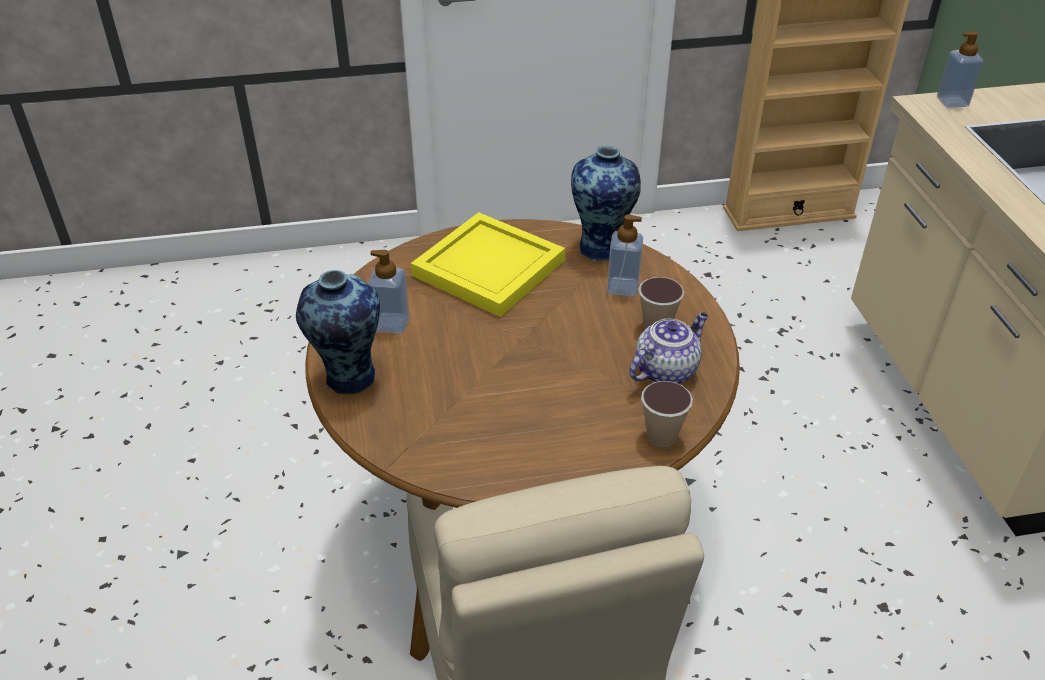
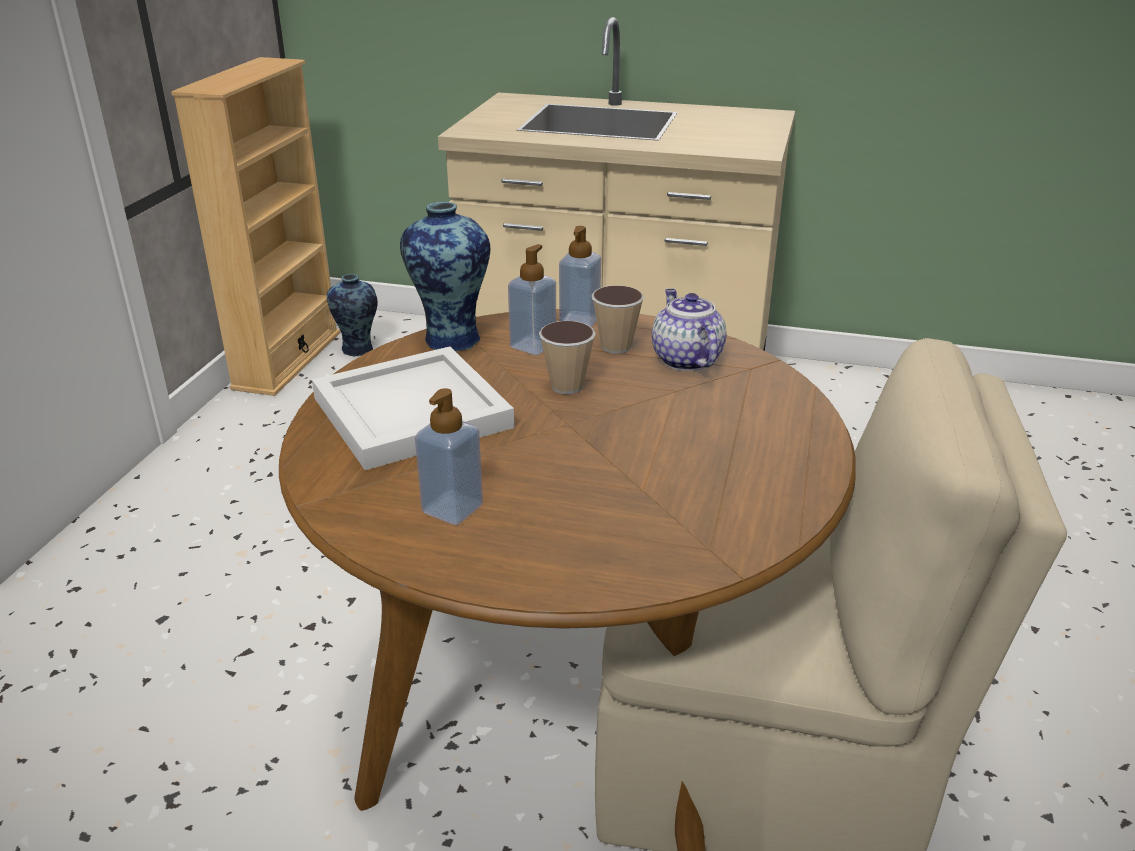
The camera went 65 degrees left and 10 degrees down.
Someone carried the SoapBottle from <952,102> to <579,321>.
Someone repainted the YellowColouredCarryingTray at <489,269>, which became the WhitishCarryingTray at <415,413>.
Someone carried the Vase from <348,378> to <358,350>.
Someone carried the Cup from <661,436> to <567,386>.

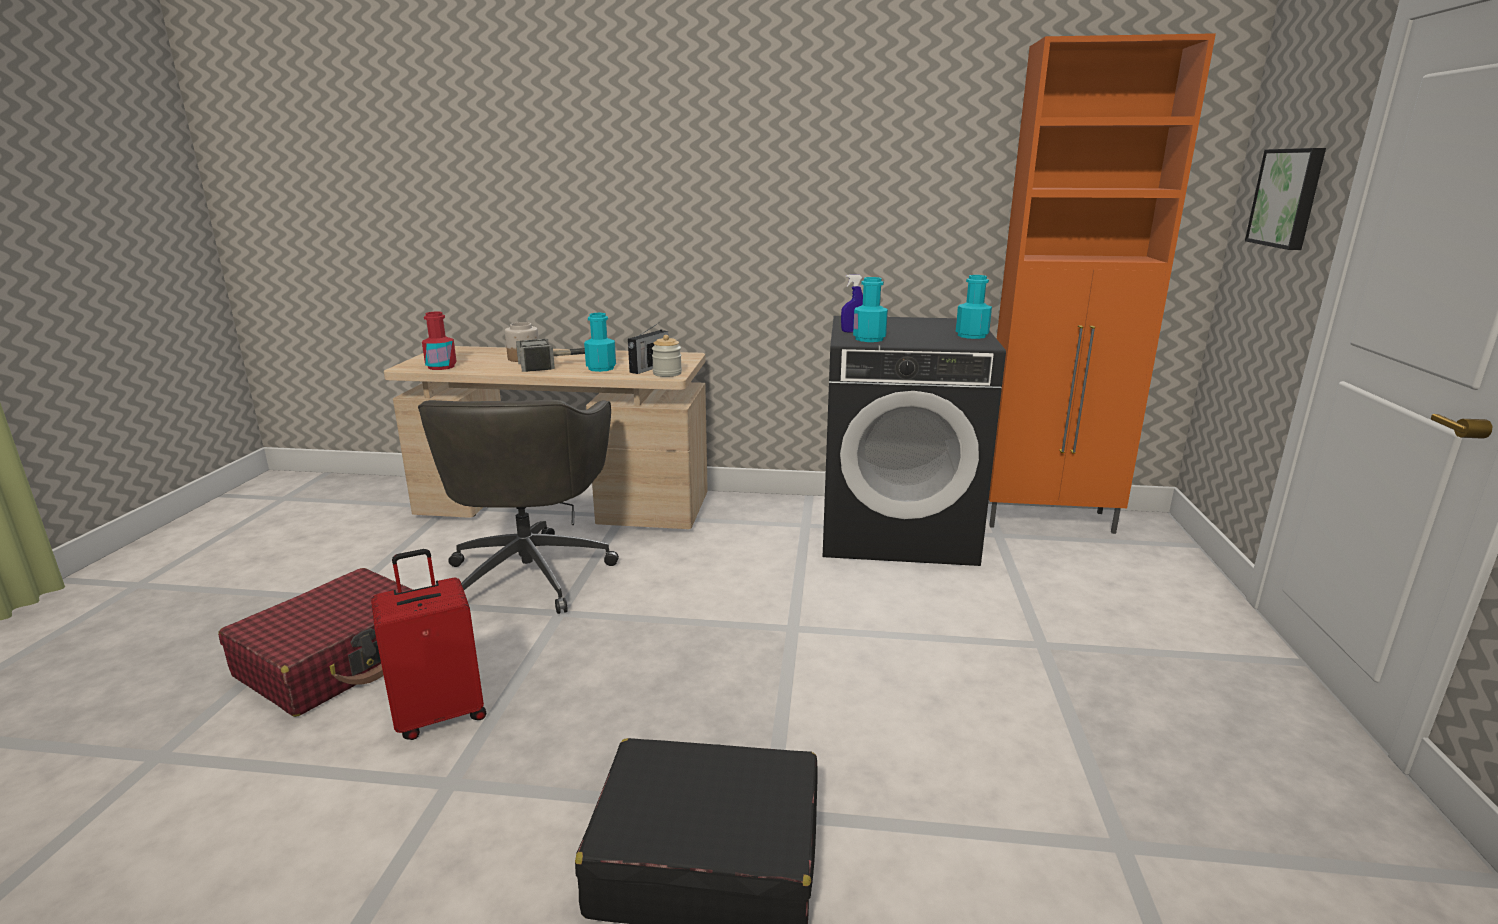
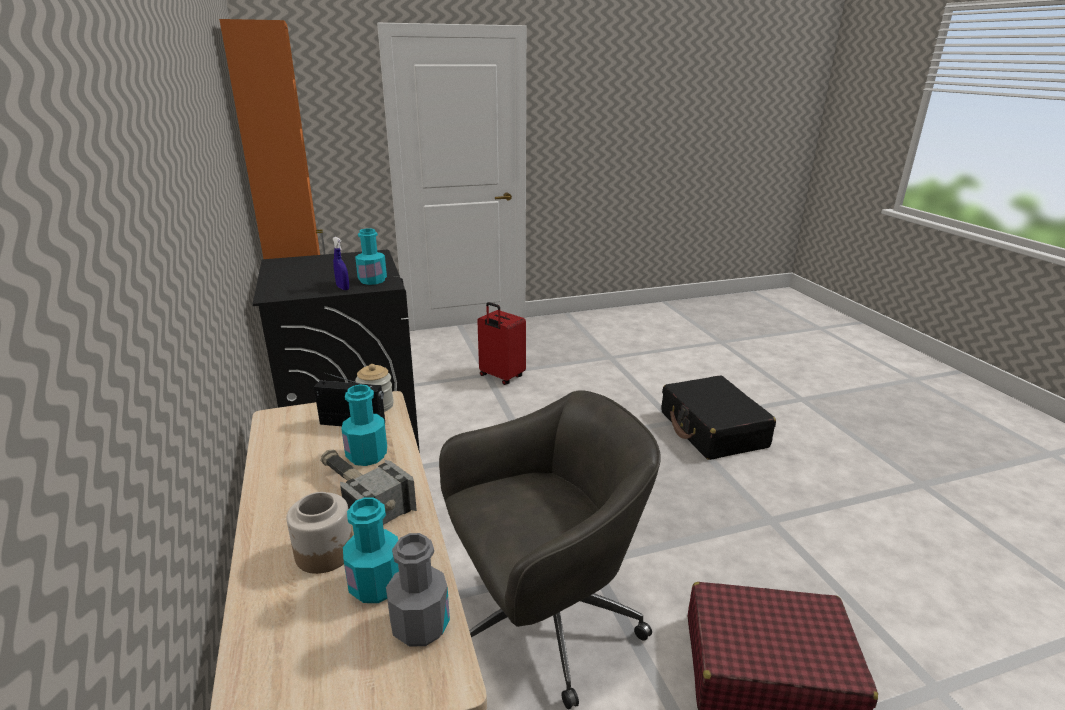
The camera went 115 degrees left and 5 degrees up.
Someone took away the Picture at <1288,198>.
Someone carried the TurquoiseColouredBeverageBottle from <971,335> to <376,585>.
Someone repainted the ReddishBeverageBottle at <441,367>, which became the GrayBeverageBottle at <420,626>.
Someone carried the ReddishTravelCase from <440,714> to <501,377>.

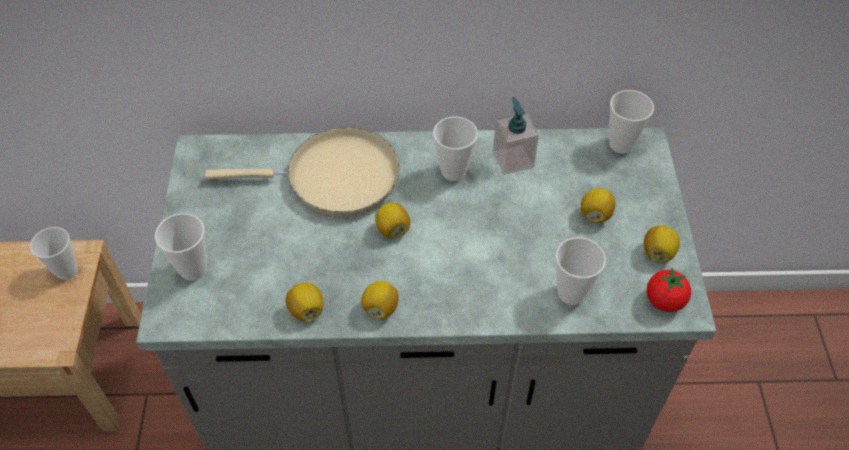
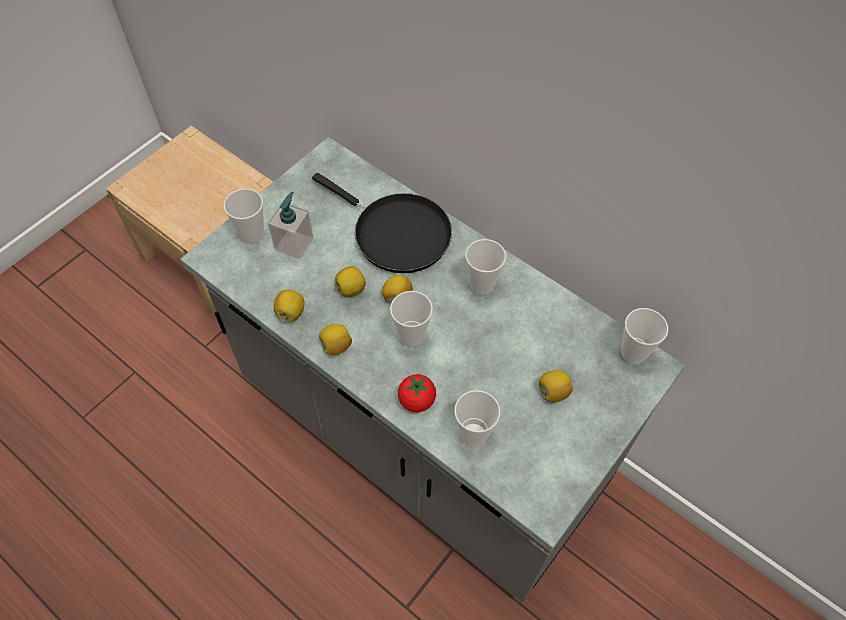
The camera went 40 degrees right and 5 degrees up.
Someone carried the SoapBottle from <512,159> to <294,243>.
Someone repainted the BeigePan at <334,177>, which became the BlackishPan at <396,233>.
Someone carried the CitrusFruit from <658,253> to <351,289>.
Someone carried the Cup from <66,270> to <411,337>.
Someone carried the Tomato from <664,301> to <417,400>.

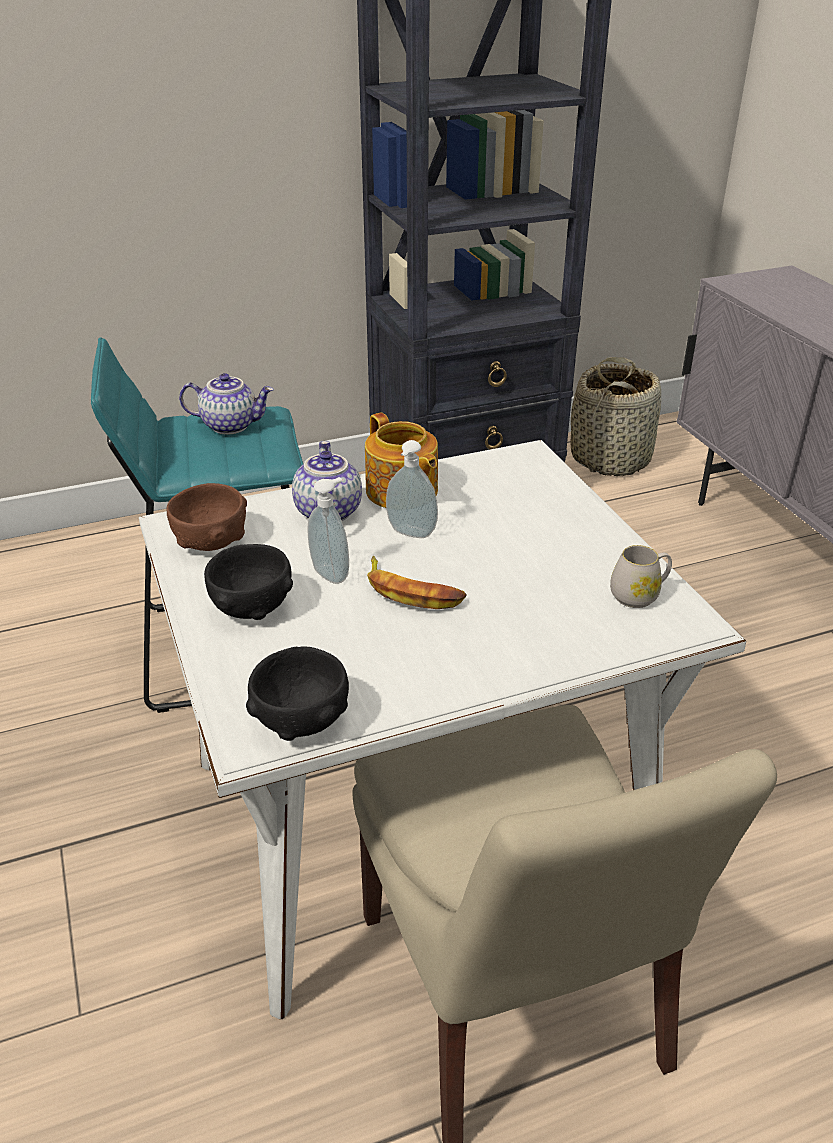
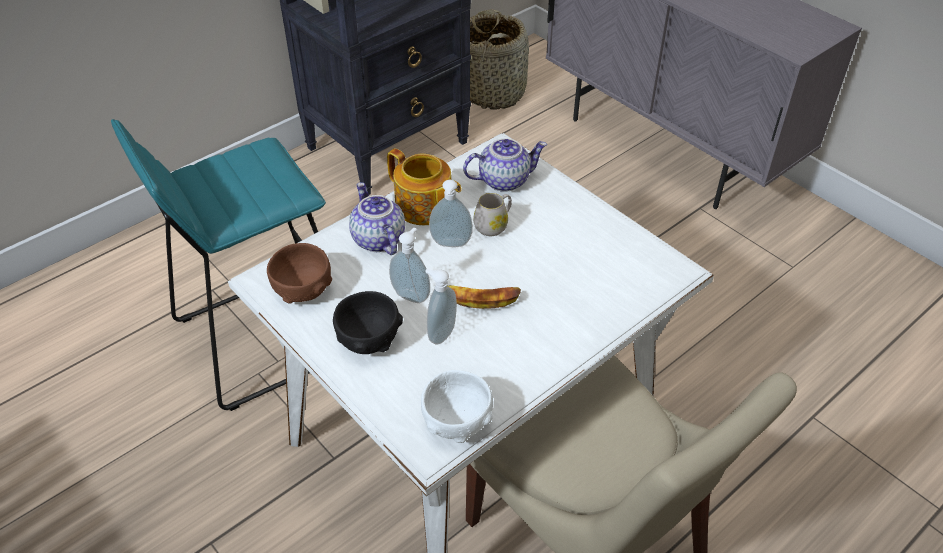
The camera went 20 degrees left and 10 degrees up.
Someone carried the PotForTea from <231,425> to <504,180>.
Someone carried the WhitishTeaMug from <639,595> to <494,225>.
Someone repainted the BlackishServingBowl at <302,720>, which became the WhitishServingBowl at <457,422>.
Someone put down the SoapBottle at <440,333>.

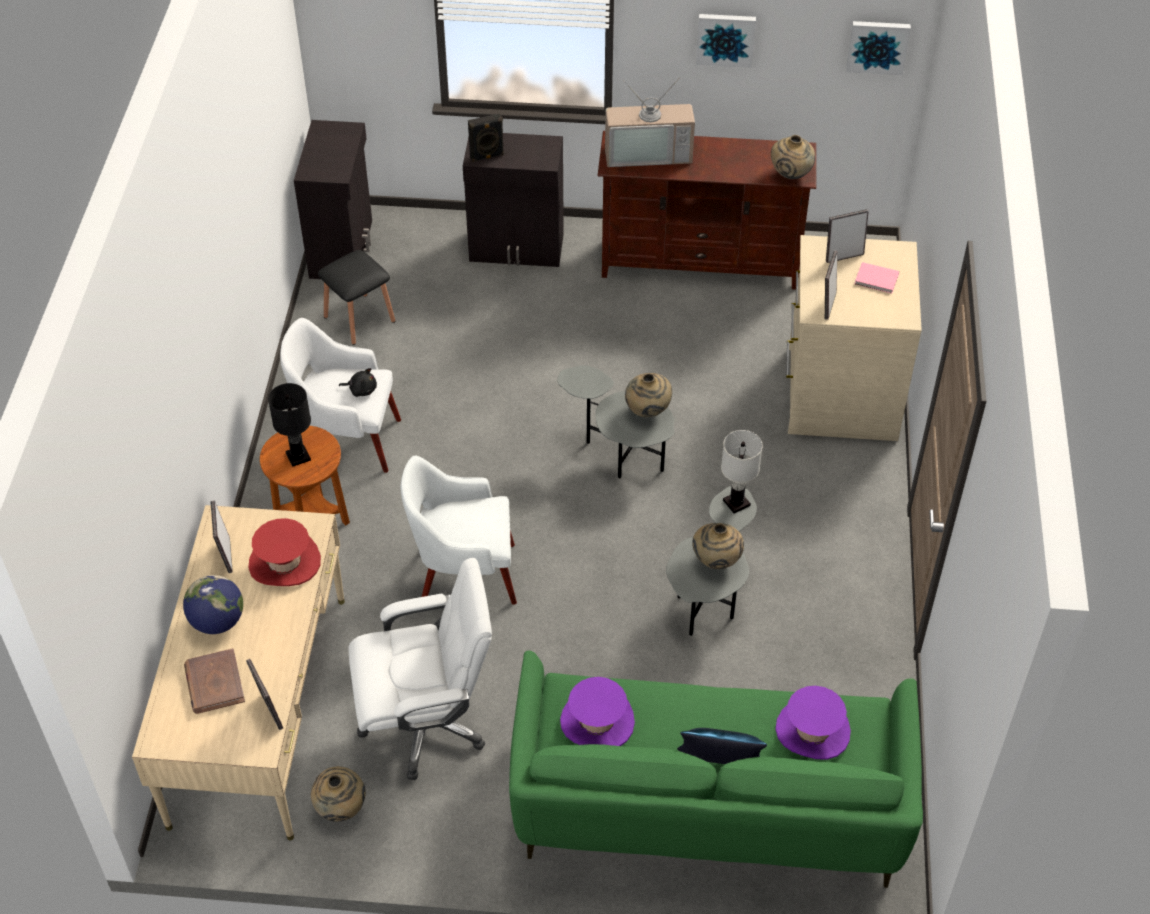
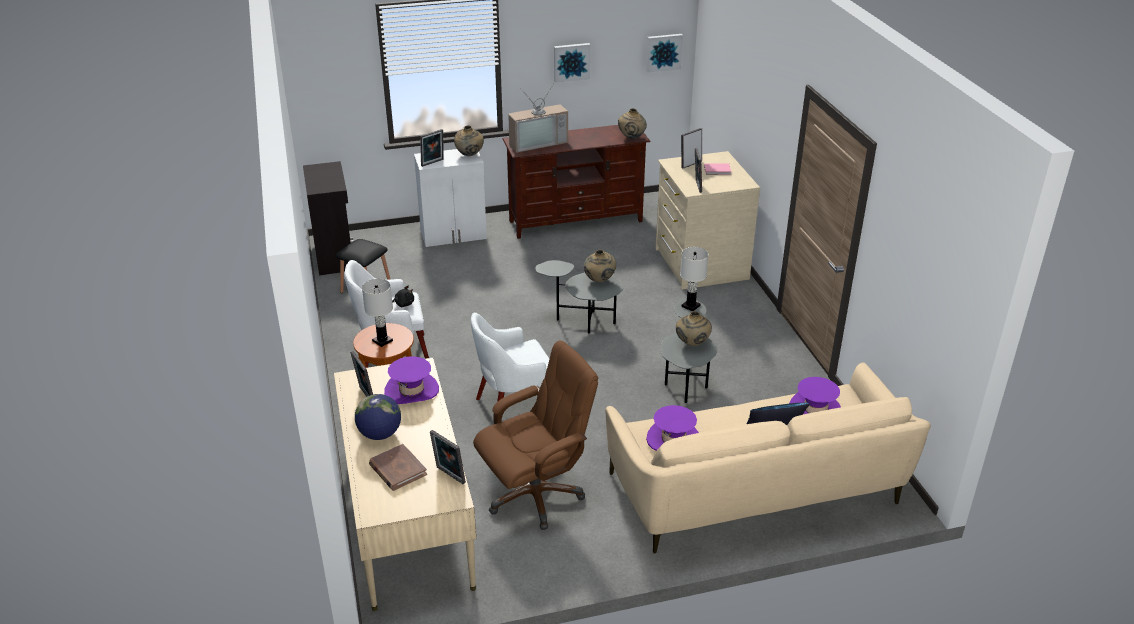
The camera went 20 degrees left and 15 degrees down.
Someone swapped the BlackishLoudspeaker at <487,157> for the StandingFrame at <433,163>.
Someone repainted the BlackishCabinet at <517,249>, which became the WhitishCabinet at <454,235>.
Someone repainted the BlackishTableLamp at <298,456>, which became the WhitishTableLamp at <382,340>.
Someone repainted the ReddishClothingHat at <284,562>, which became the PurpleColouredClothingHat at <411,390>.
Someone repainted the WhitishOfficeChair at <426,723>, which became the BrownOfficeChair at <536,494>.
Someone repainted the GreenSofa at <708,807>, which became the BeigeSofa at <756,491>.
Someone carried the BeigeVase from <341,809> to <469,155>.

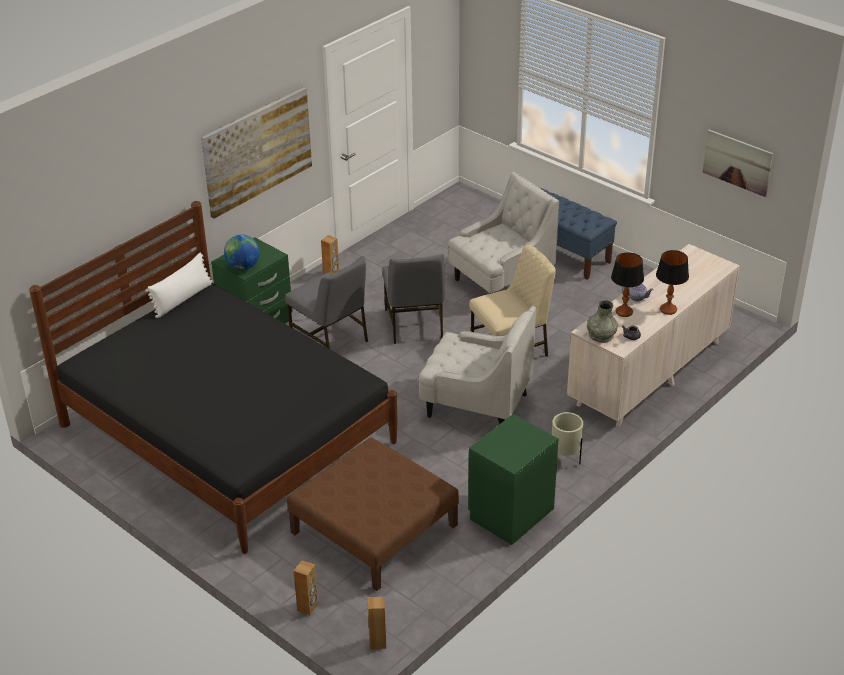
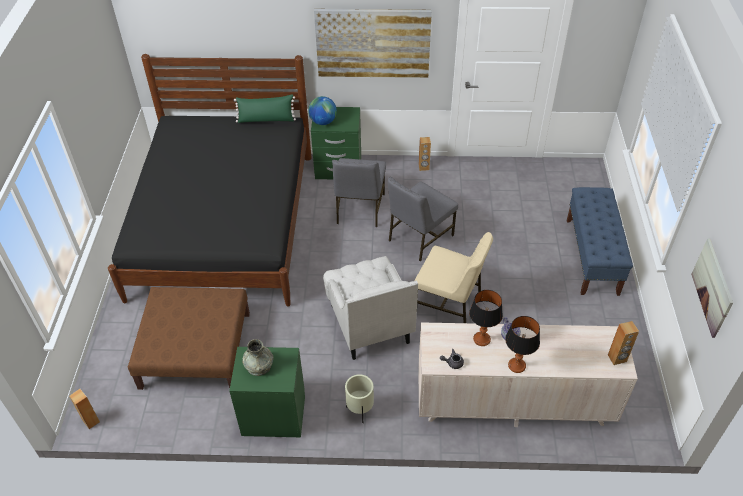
The camera went 50 degrees right and 10 degrees up.
Someone took away the WhitishEasyChair at <501,281>.
Someone repainted the WhitishPillow at <182,299>, which became the GreenPillow at <266,120>.
Someone carried the GrayVase from <601,335> to <259,365>.
Someone carried the BrownLoudspeaker from <308,607> to <617,358>.

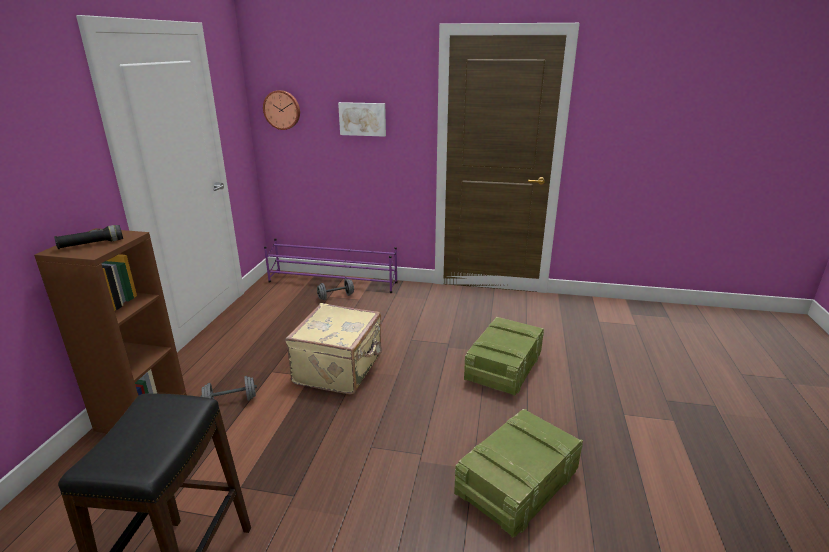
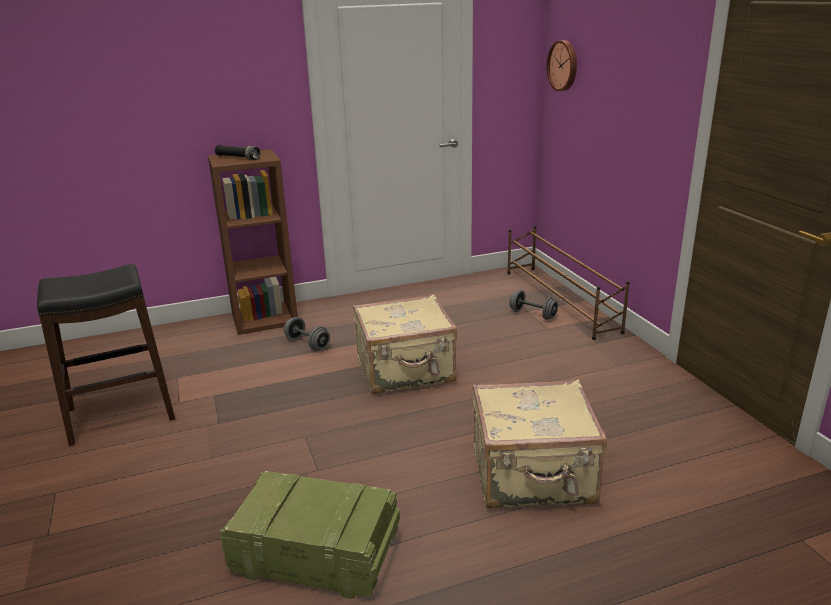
The camera went 60 degrees right and 0 degrees up.
Someone took away the Picture at <363,119>.
Someone repainted the PurpleColouredShoeStand at <333,282>, which became the BrownShoeStand at <560,301>.
Someone swapped the ShippingCrate at <504,368> for the BeigeTravelCase at <533,477>.

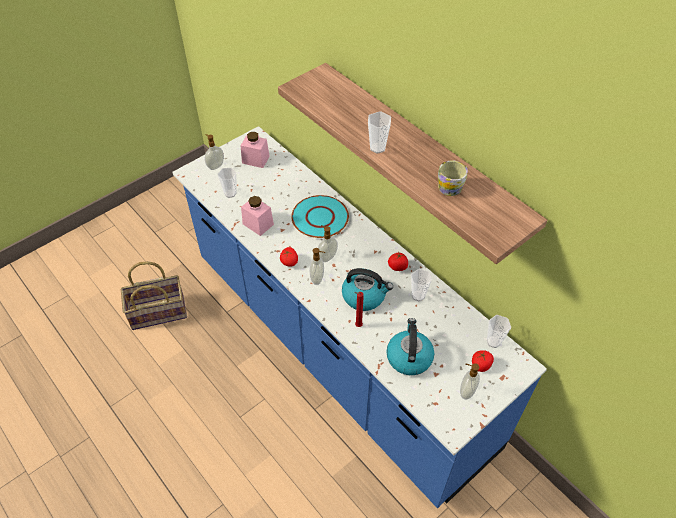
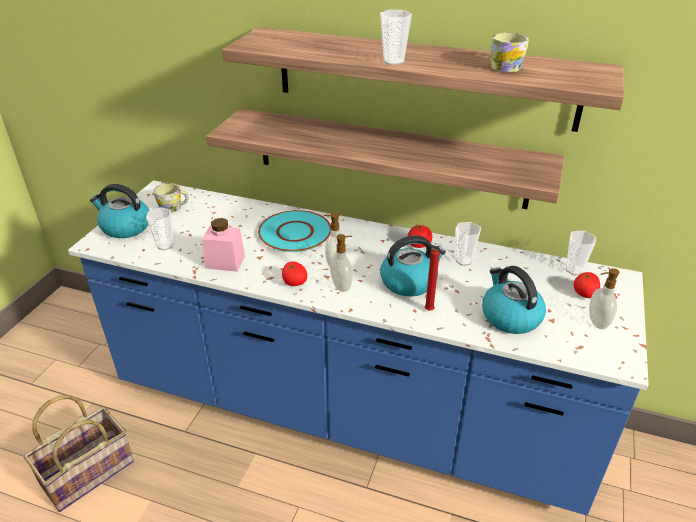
The camera went 30 degrees left and 15 degrees down.
Someone swapped the PinkColouredStorageJar at <255,159> for the TeaMug at <173,207>.
Someone swapped the SoapBottle at <215,166> for the Kettle at <125,227>.
Someone put up the BracketShelf at <389,158>.

